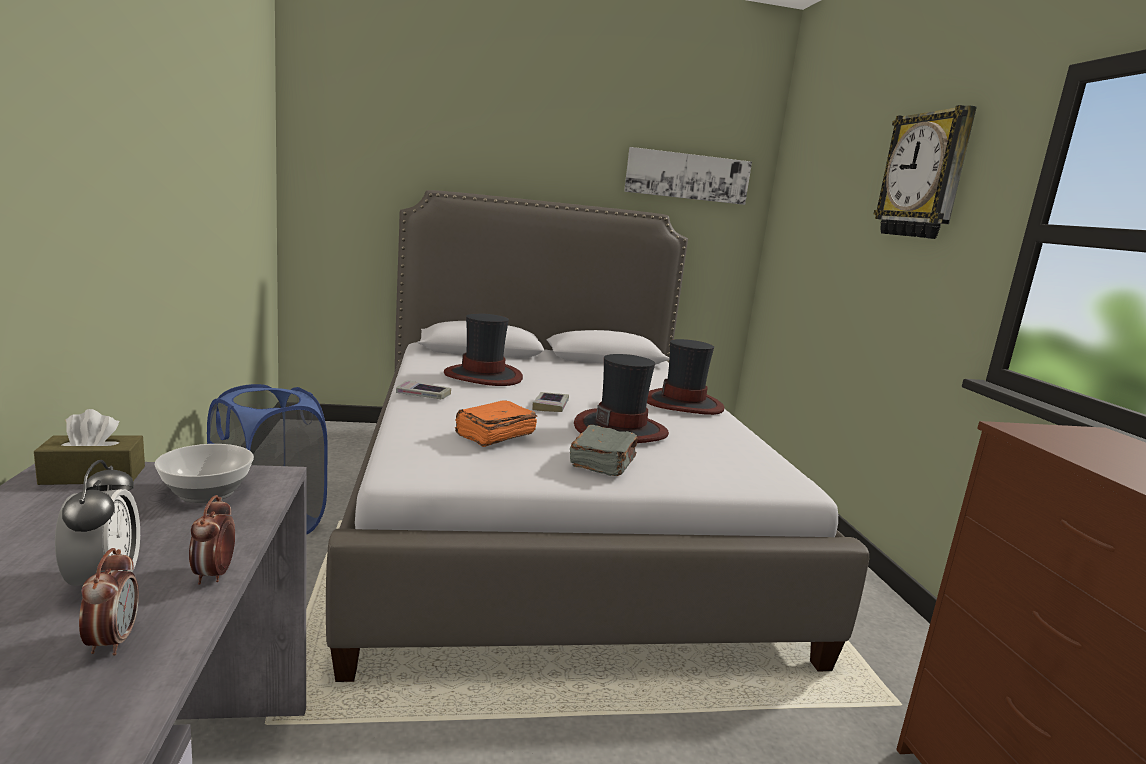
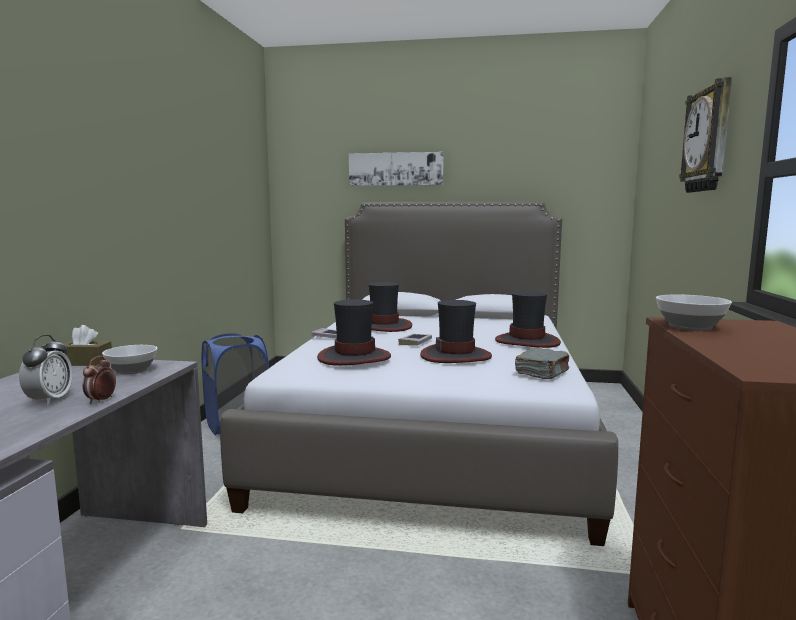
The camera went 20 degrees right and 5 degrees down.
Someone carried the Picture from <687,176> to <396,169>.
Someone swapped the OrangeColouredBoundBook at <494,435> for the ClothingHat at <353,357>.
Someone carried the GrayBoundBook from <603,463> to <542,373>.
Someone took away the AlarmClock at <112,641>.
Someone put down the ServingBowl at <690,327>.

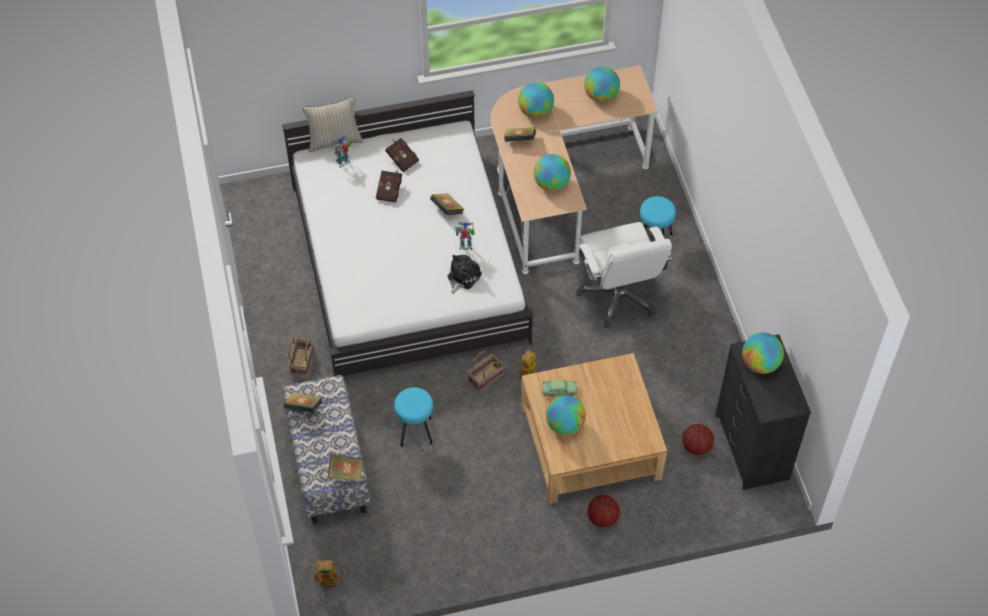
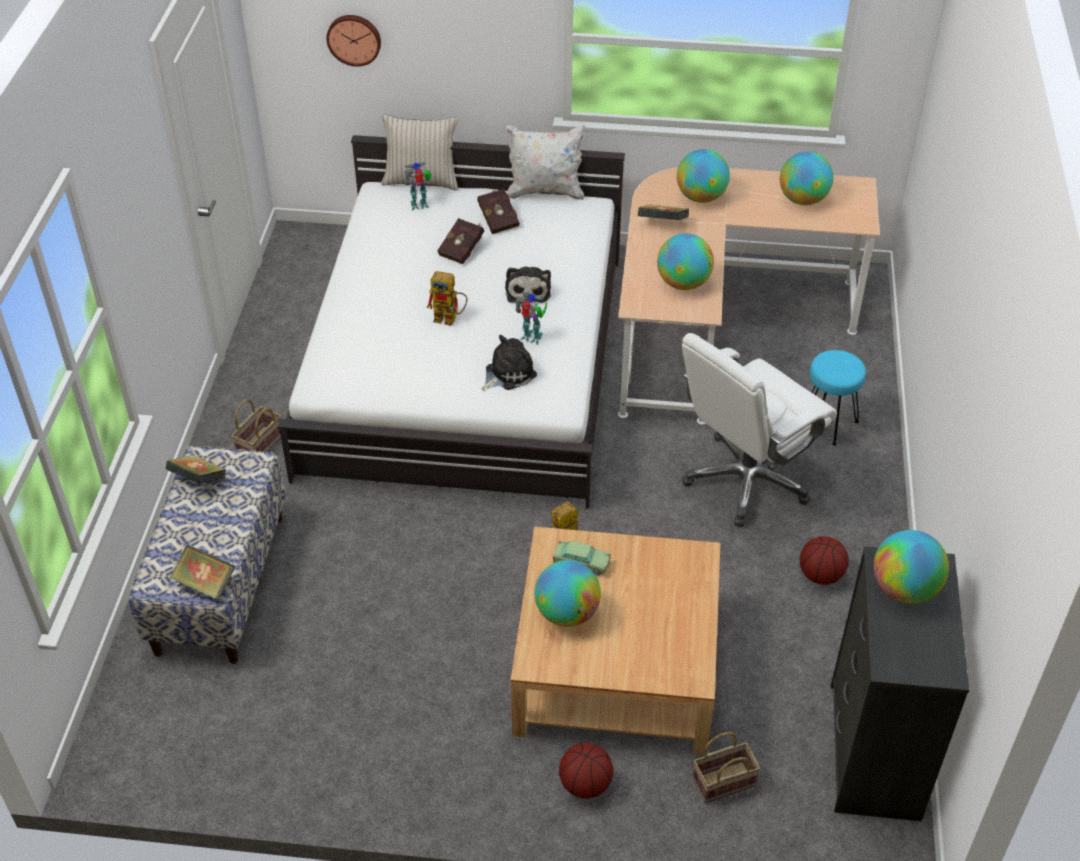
The camera went 20 degrees right and 10 degrees down.
Someone swapped the BoundBook at <447,210> for the CuddlyToy at <528,290>.
Someone rotated the WhitishOfficeChair at <619,296> by 45 degrees clockwise.
Someone carried the StorageBasket from <485,377> to <724,781>.
Someone took away the TurquoiseColouredSittingStool at <415,431>.
Someone carried the BallForBasketball from <696,447> to <821,575>.
Someone carried the ToyRobot from <331,581> to <450,318>.
Someone put up the WallClock at <354,39>.
Someone put down the WhitishPillow at <545,191>.

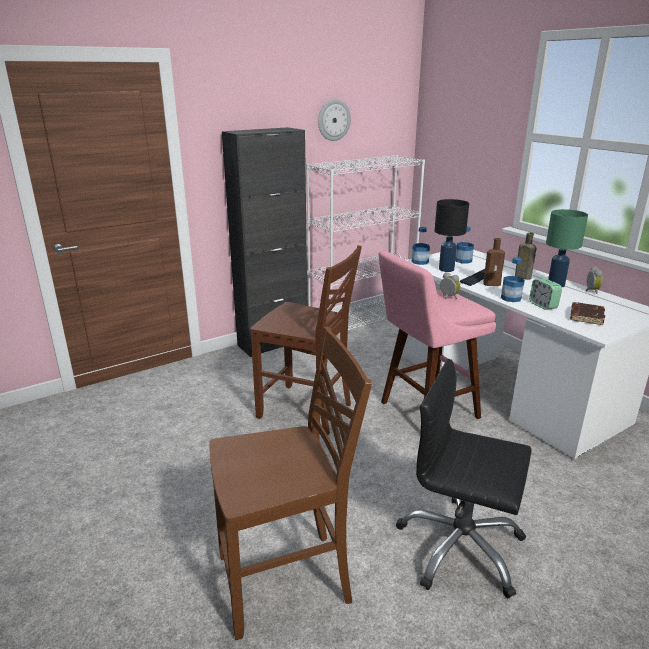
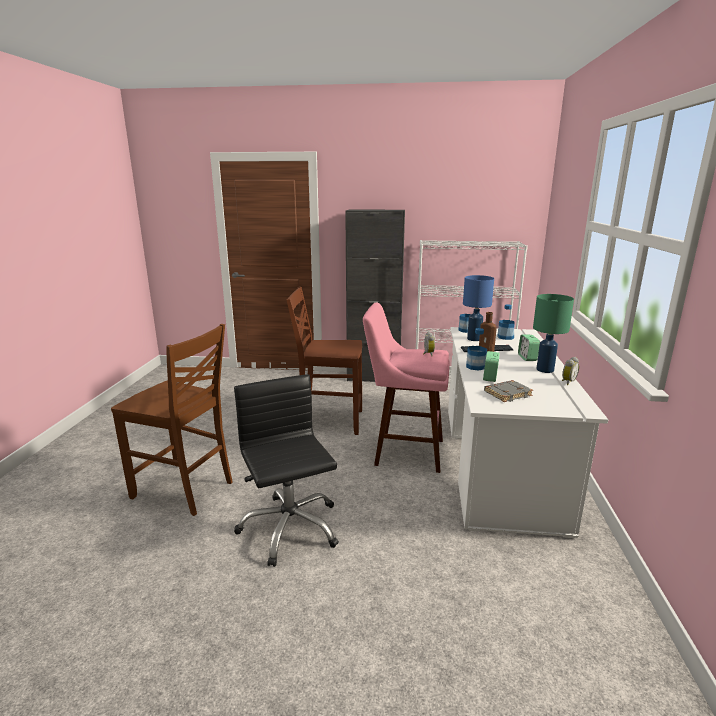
The camera went 40 degrees right and 5 degrees down.
Someone took away the WallClock at <333,120>.
Someone repainted the BlackishTableLamp at <446,269>, which became the BlueTableLamp at <474,339>.
Someone swapped the BrownBeverageBottle at <521,277> for the AlarmClock at <527,358>.
Someone rotated the BrownChair at <307,411> by 120 degrees clockwise.
Someone repainted the BrownBoundBook at <585,316>, which became the GrayBoundBook at <507,394>.

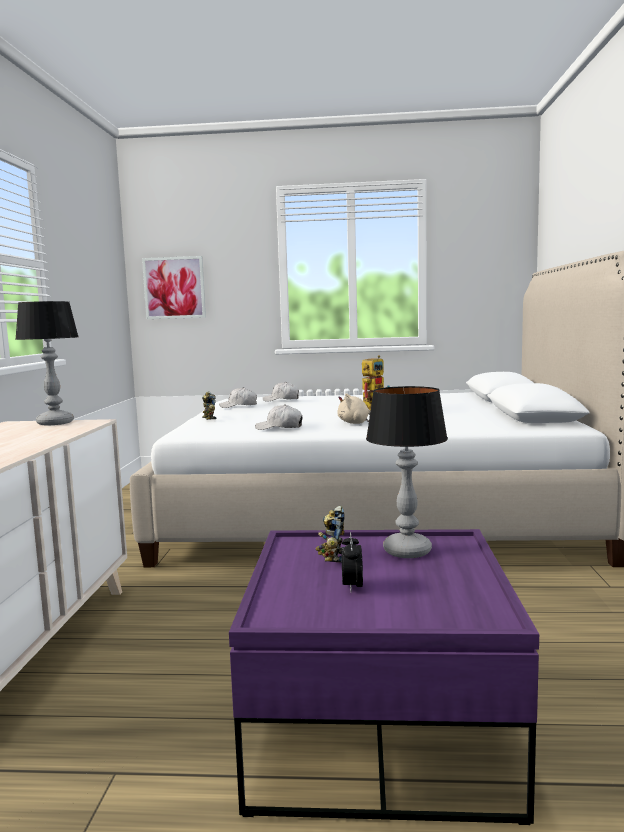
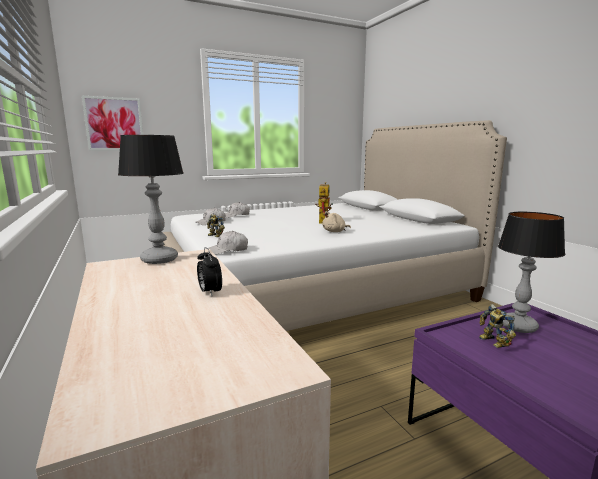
The camera went 30 degrees left and 5 degrees up.
Someone carried the WhitishBaseballCap from <279,428> to <228,250>.
Someone carried the AlarmClock from <352,587> to <210,292>.

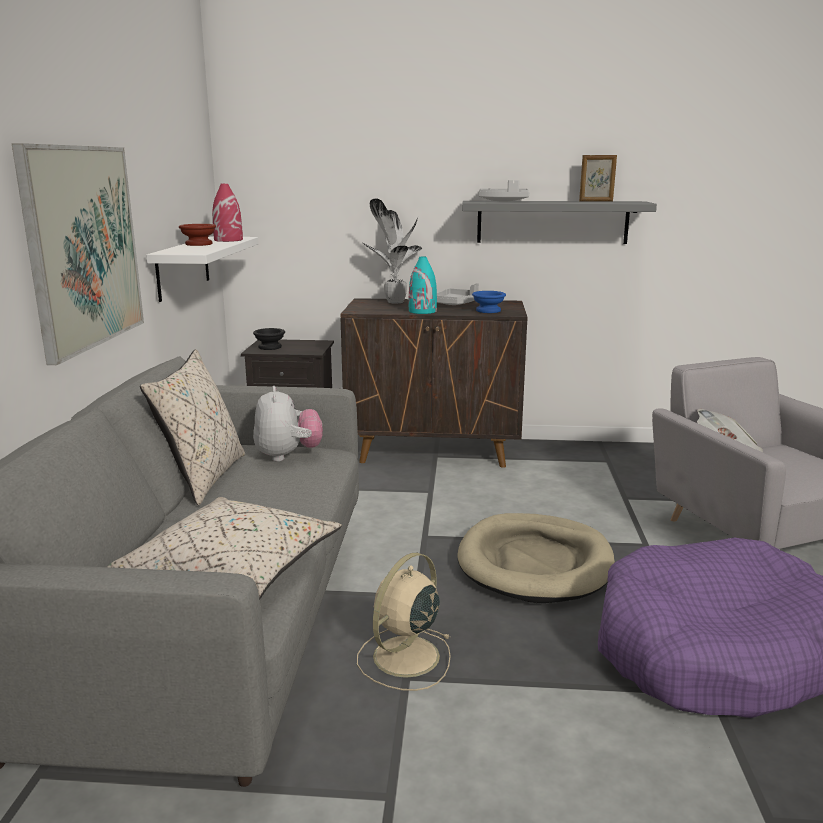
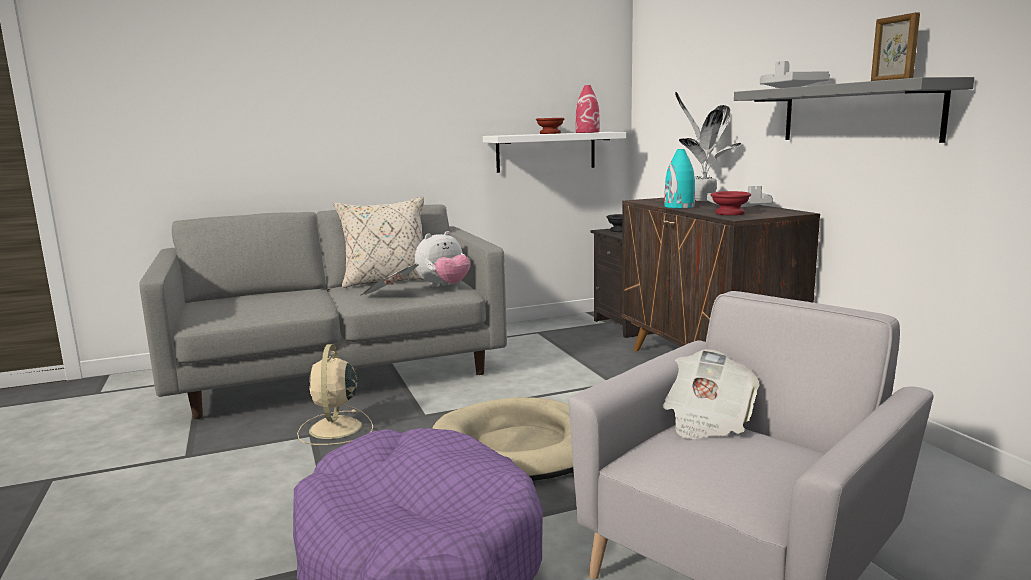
The camera went 65 degrees right and 5 degrees down.
Someone took away the Picture at <83,247>.
Someone repainted the BlueServingBowl at <489,311>, which became the ReddishServingBowl at <730,213>.
Someone took away the BeigePillow at <234,570>.
Someone rotated the BeigeCoolingFan at <404,658> by 105 degrees counterclockwise.
Someone put down the PrintedPaper at <390,296>.

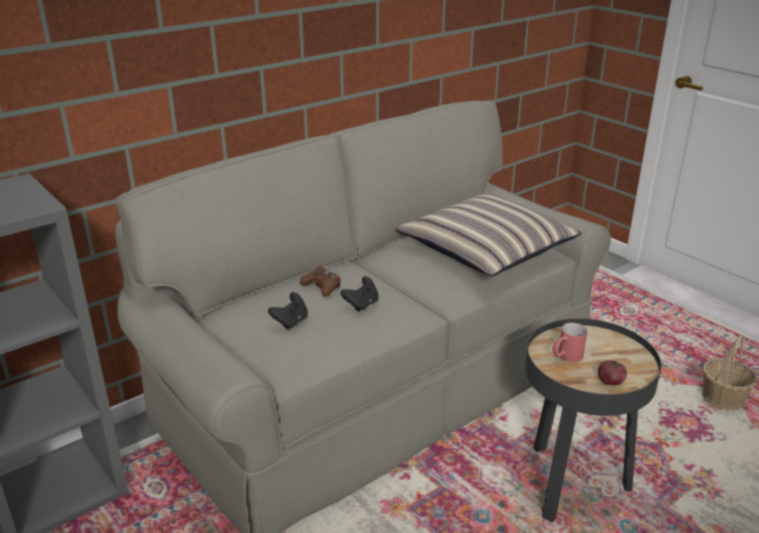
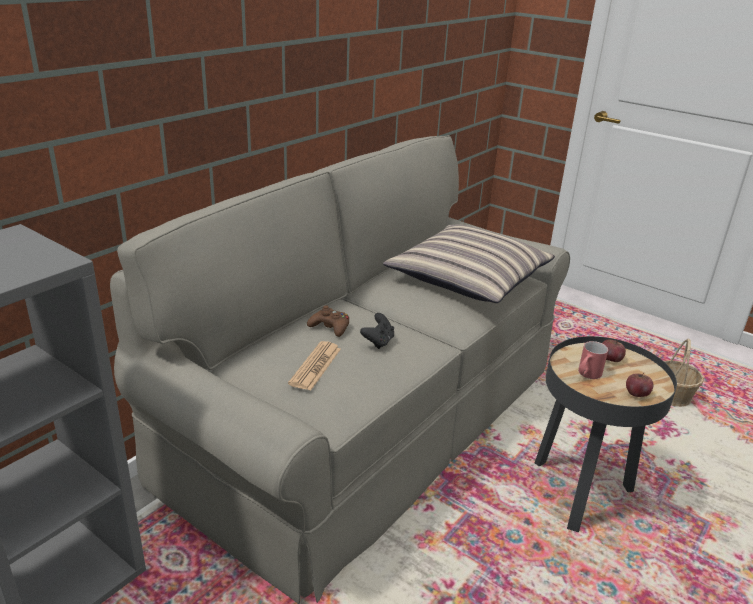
The camera went 15 degrees left and 0 degrees up.
Someone swapped the BlackishGameController at <291,322> for the PrintedPaper at <315,366>.
Someone put down the Apple at <610,359>.

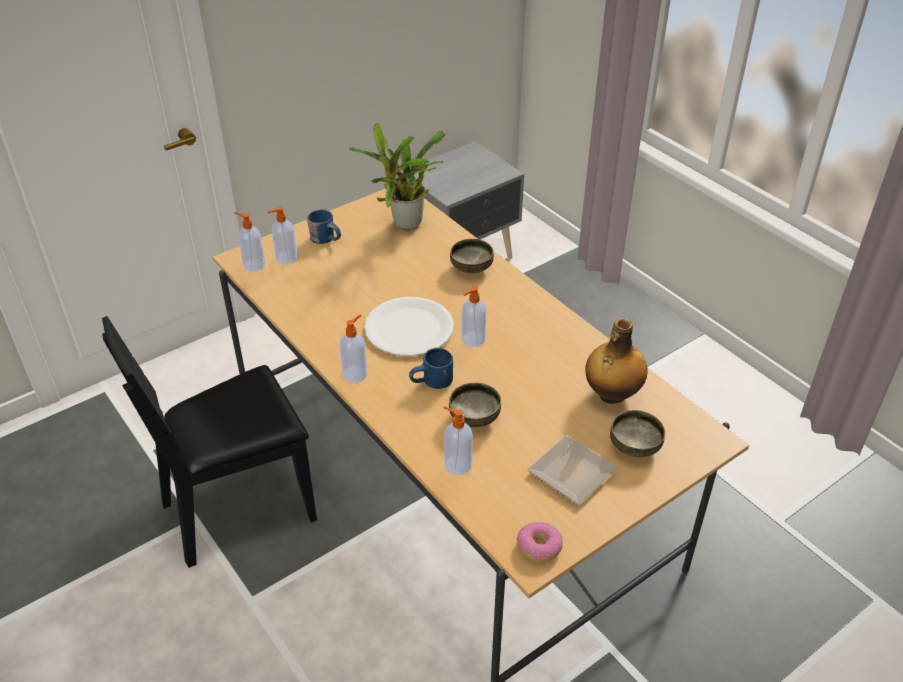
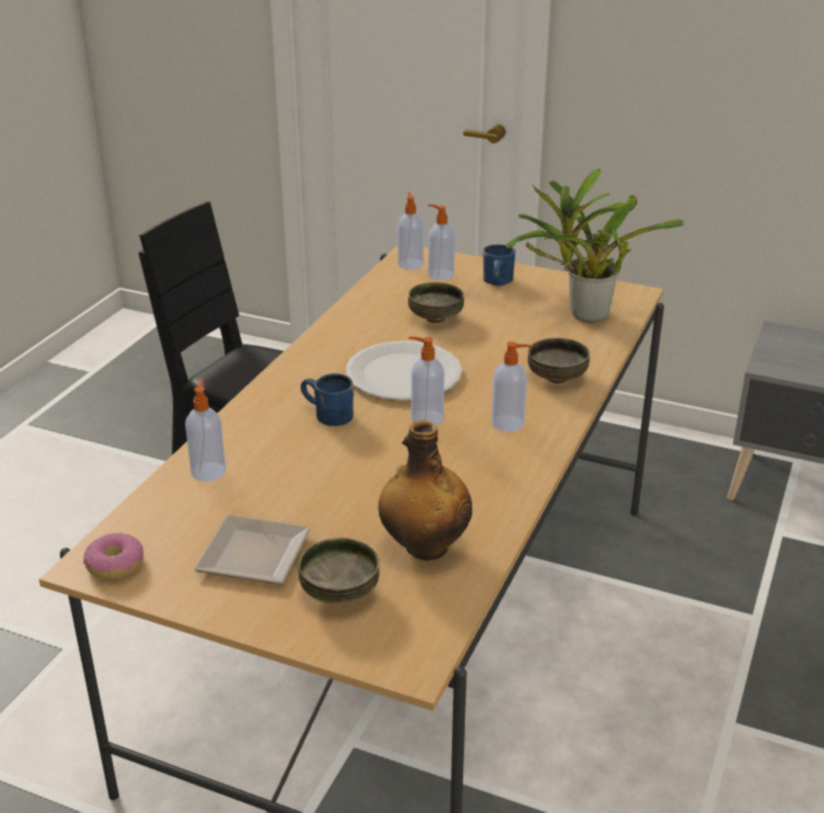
The camera went 60 degrees right and 10 degrees down.
Someone carried the SoapBottle from <355,373> to <509,423>.
Someone carried the ServingBowl from <474,418> to <435,319>.

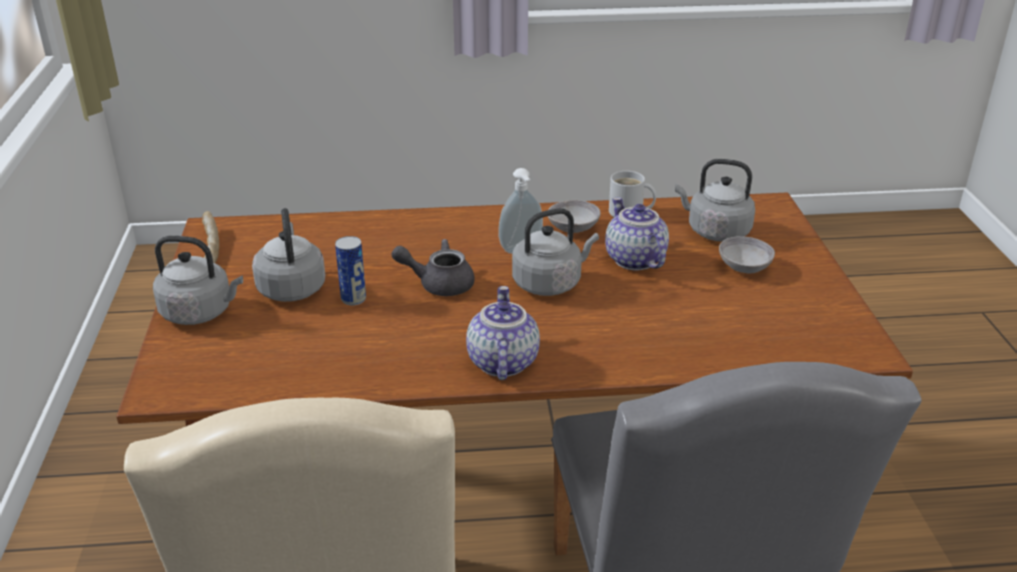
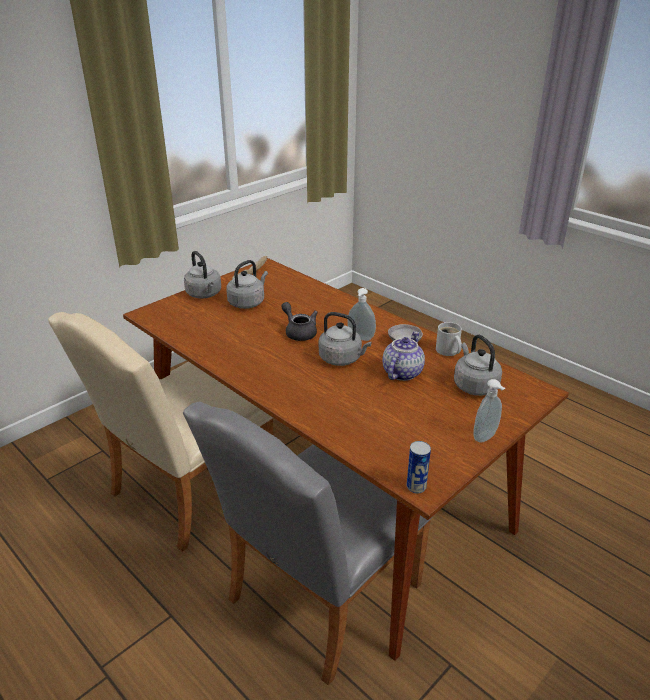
The camera went 50 degrees right and 0 degrees up.
Someone carried the MetalCan from <353,299> to <416,487>.
Someone took away the GrayServingBowl at <744,267>.
Someone took away the PotForTea at <501,362>.
Someone put down the SoapBottle at <486,438>.

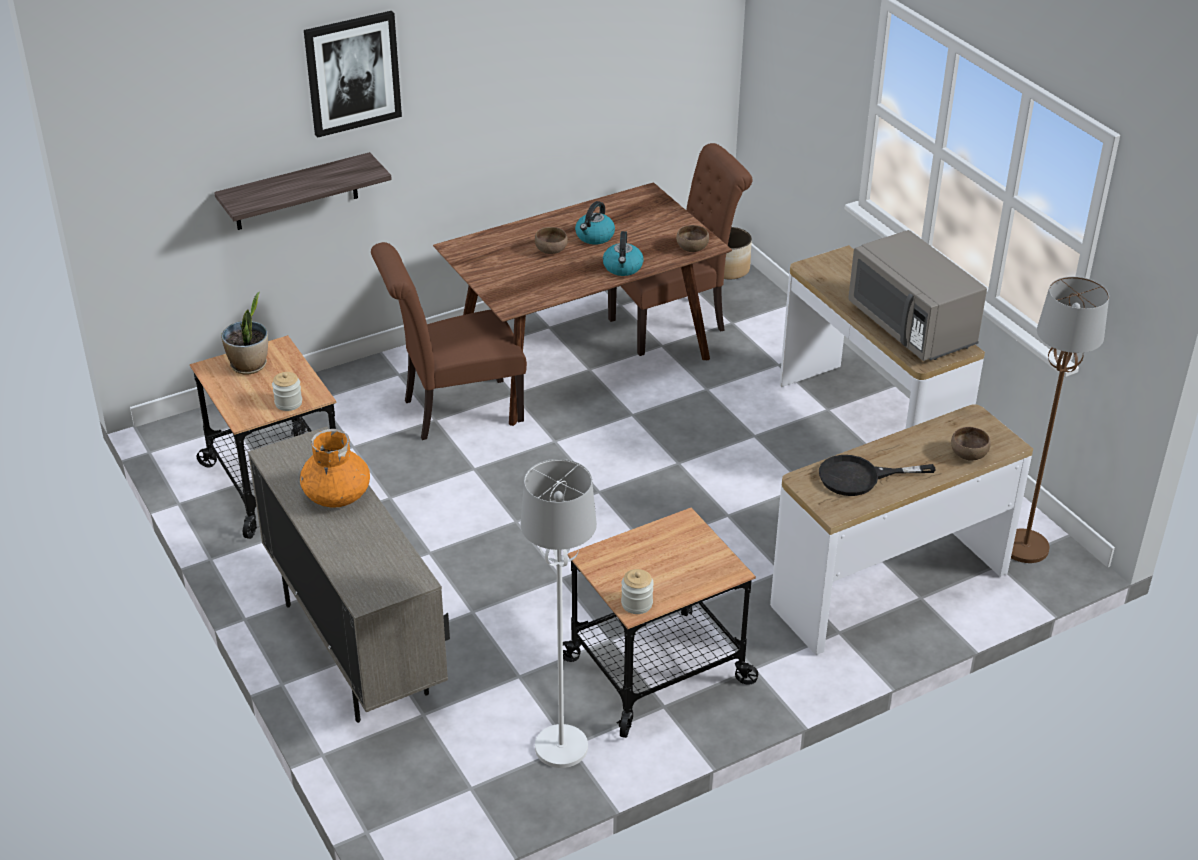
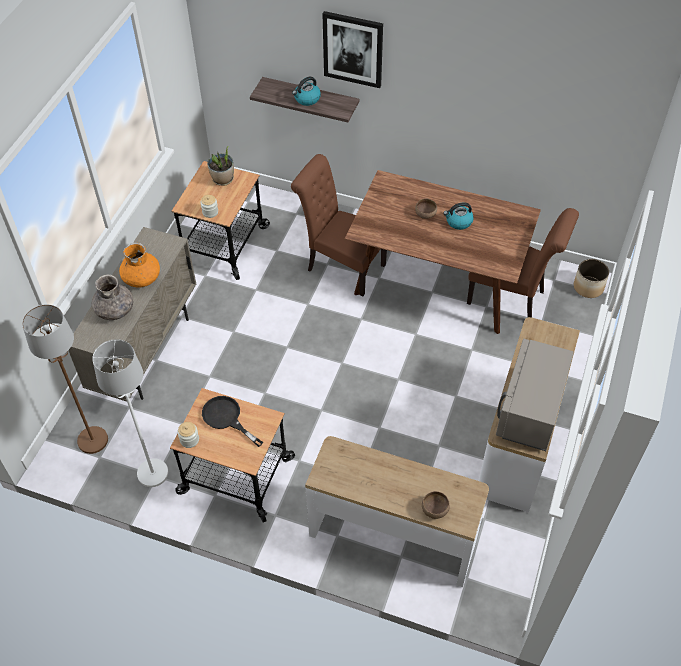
The camera went 50 degrees right and 15 degrees up.
Someone took away the BrownServingBowl at <691,248>.
Someone carried the Kettle from <623,268> to <307,99>.
Someone carried the BrownStandingLamp from <1024,547> to <92,440>.
Someone carried the BlackishPan from <860,477> to <226,418>.
Someone put down the GrayVase at <115,309>.

